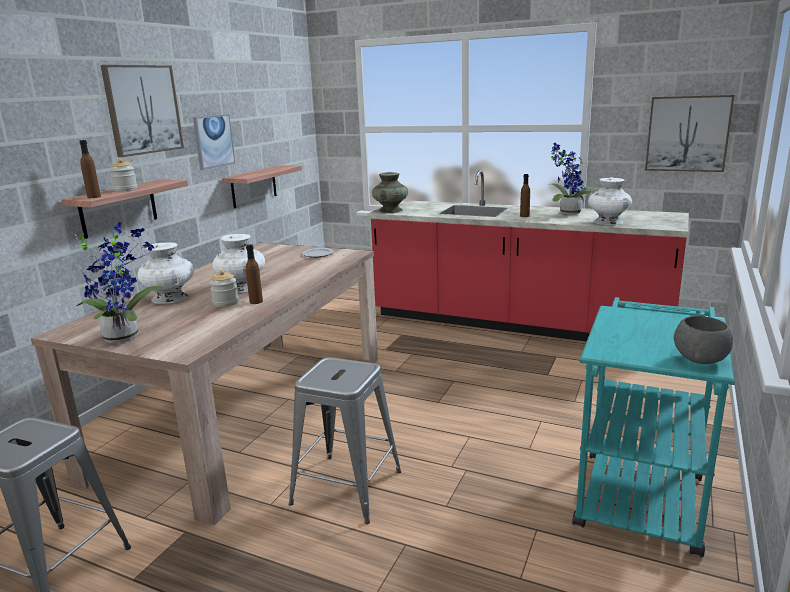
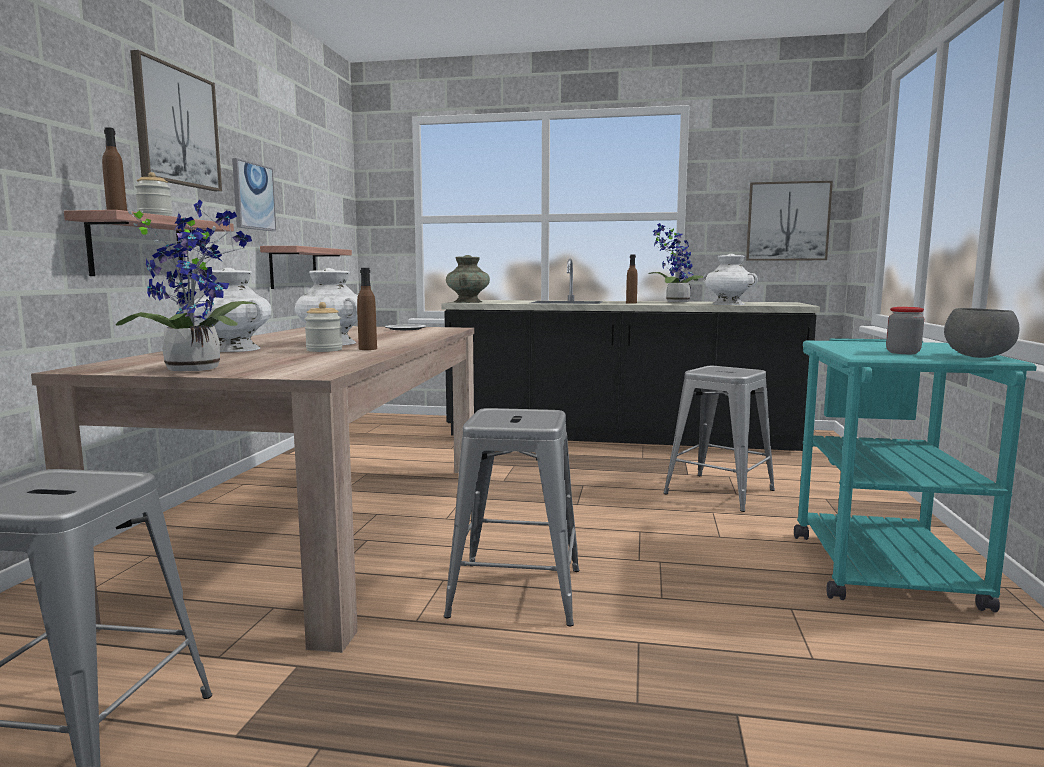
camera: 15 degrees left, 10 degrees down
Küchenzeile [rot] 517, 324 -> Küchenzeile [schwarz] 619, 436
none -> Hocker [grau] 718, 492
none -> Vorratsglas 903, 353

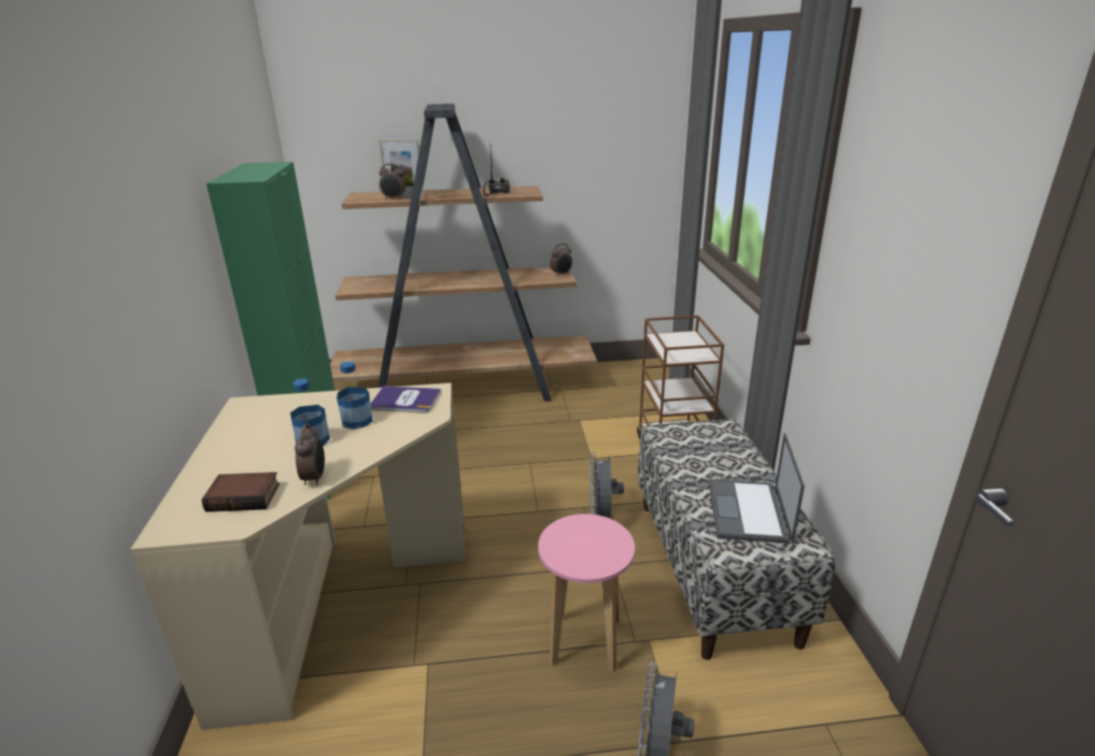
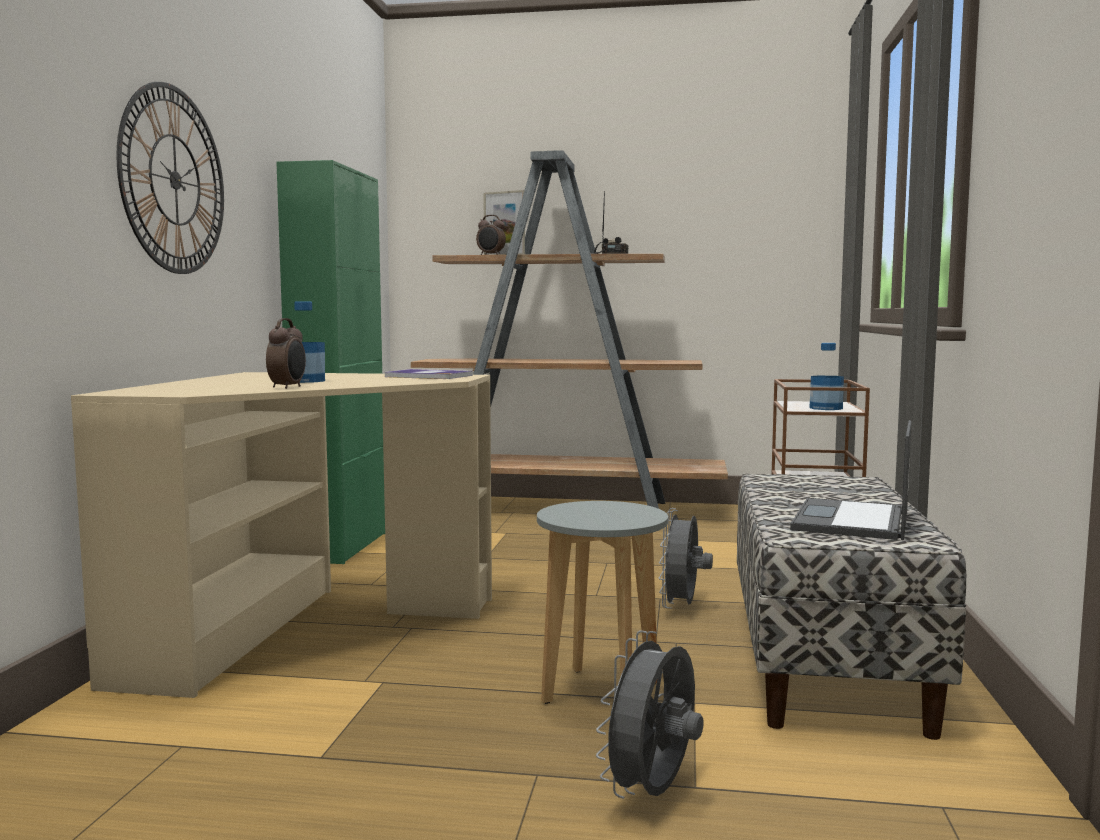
camera: 15 degrees right, 20 degrees down
none -> Wanduhr 174, 180
Hocker [rosa] 585, 642 -> Hocker [grau] 601, 693
Flasche 357, 421 -> Flasche 826, 408, moved
Buch 245, 496 -> none
Wecker 561, 274 -> none

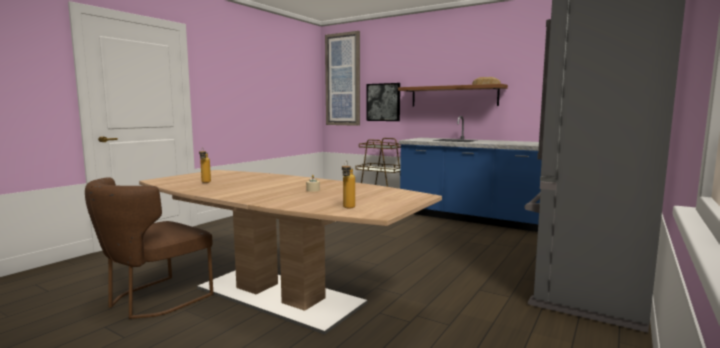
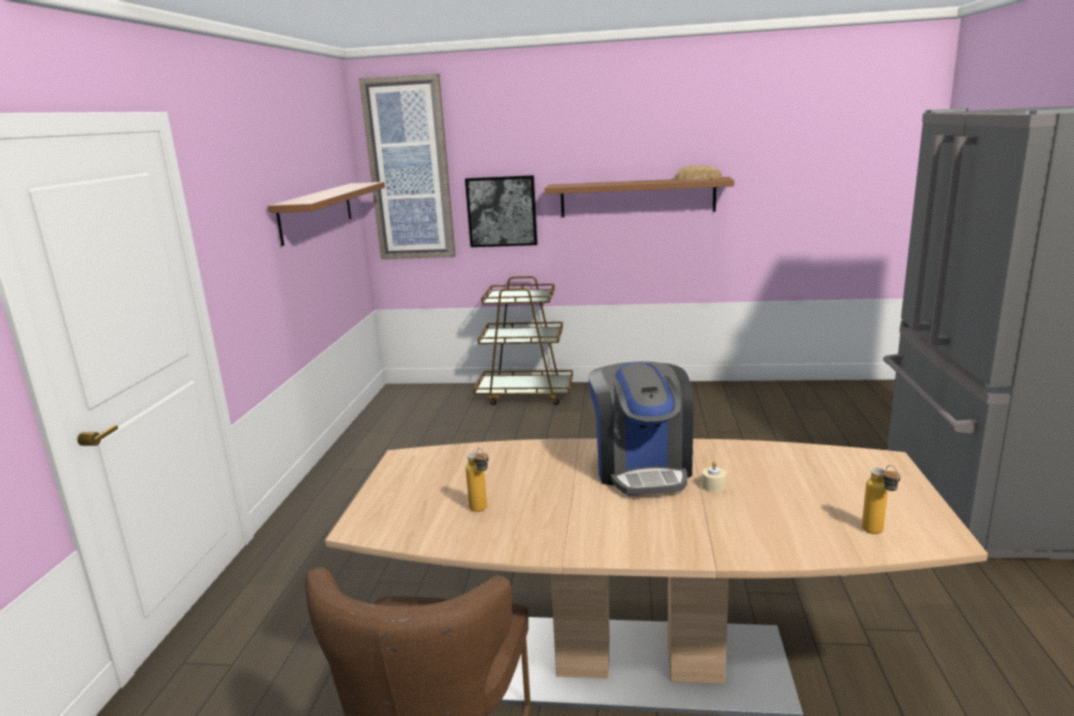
camera: 25 degrees left, 10 degrees up
none -> Wandregal [braun] 316, 212
none -> Kaffeemaschine 642, 468
Küchenzeile [blau] 473, 218 -> none

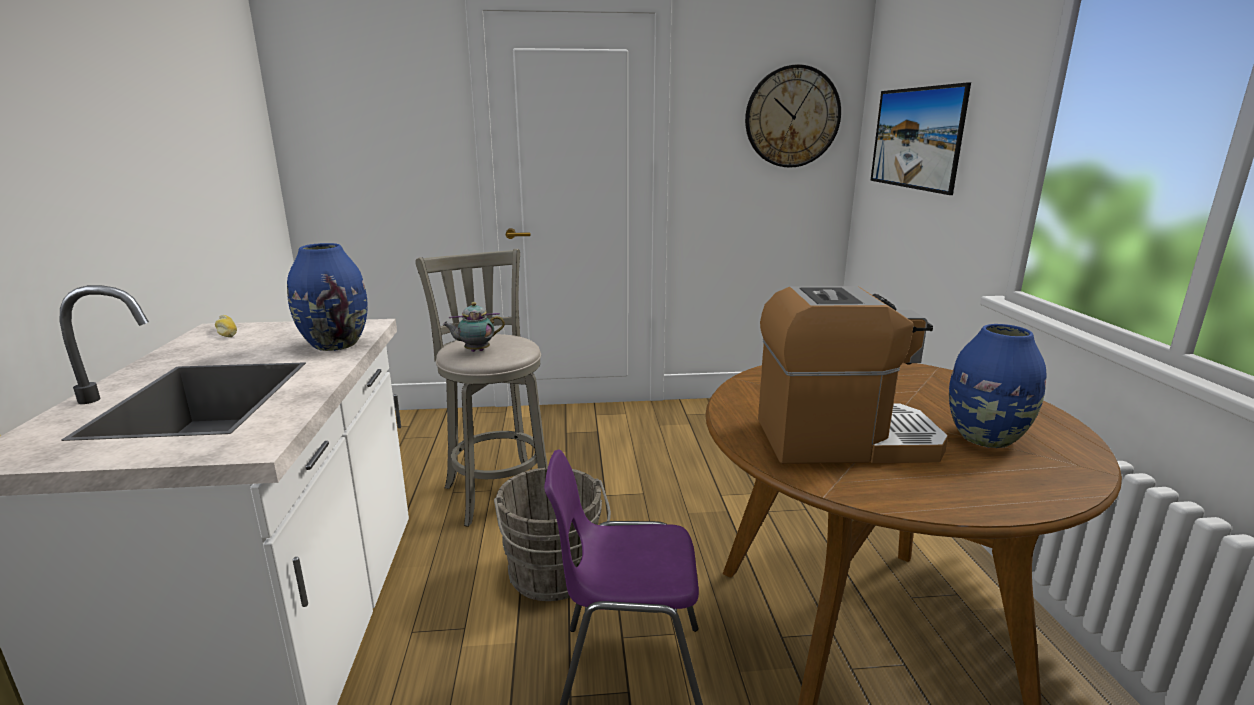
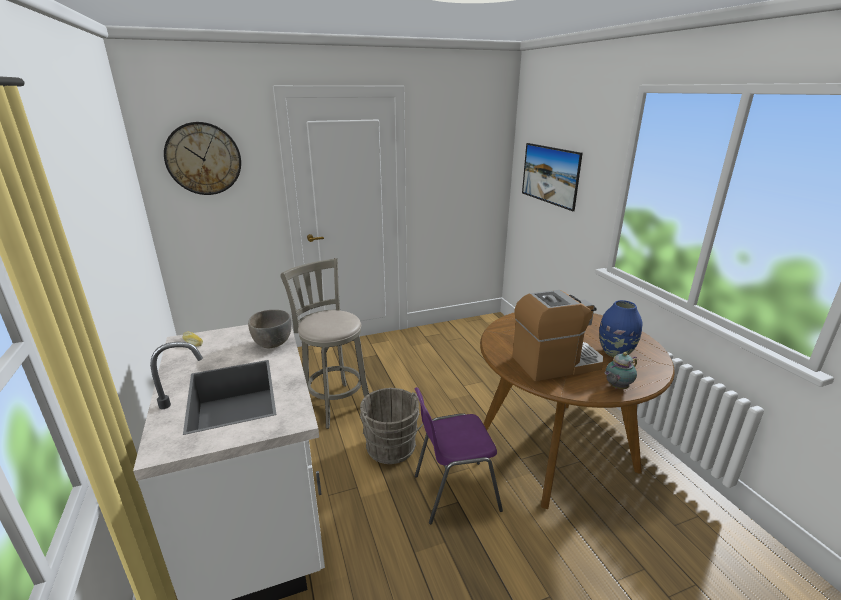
camera: 15 degrees left, 5 degrees up
Wanduhr 792, 117 -> Wanduhr 203, 159, moved
Vase [blau] 335, 344 -> Schüssel [grau] 273, 343
Teekanne 475, 351 -> Teekanne 616, 387, moved

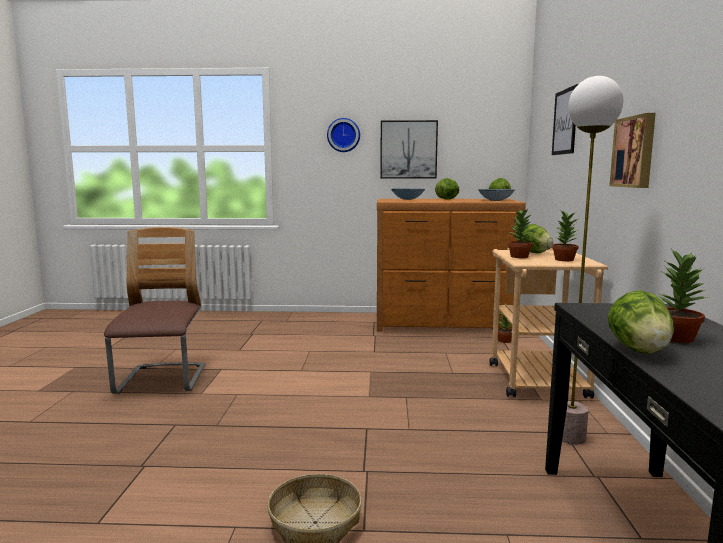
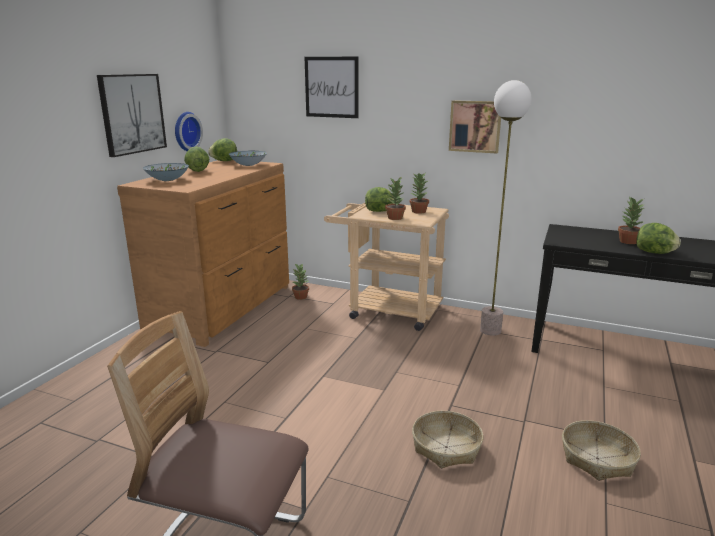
camera: 70 degrees left, 10 degrees up
Wanduhr 343, 135 -> Wanduhr 185, 131, moved
none -> Korb 446, 447

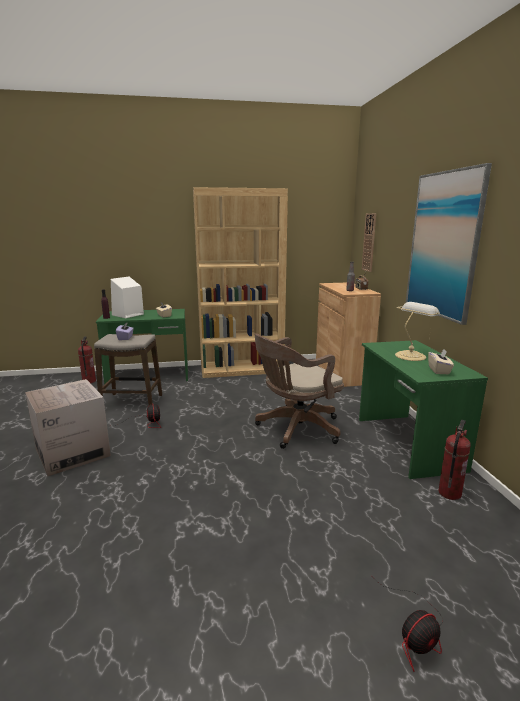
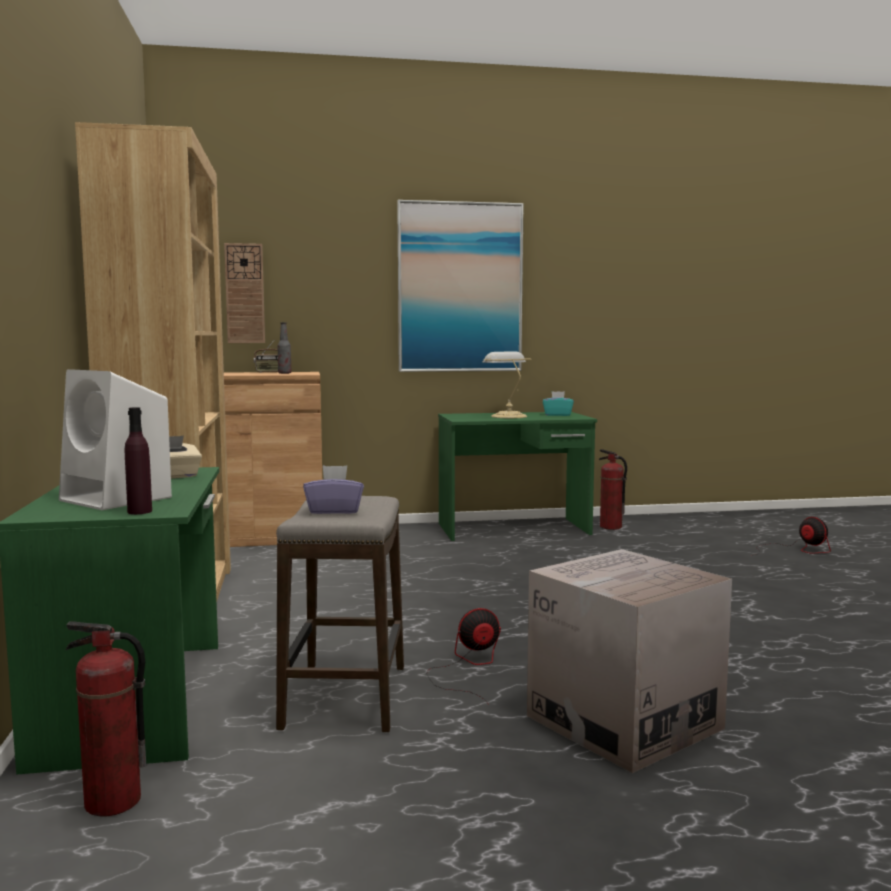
camera: 90 degrees left, 10 degrees down
Taschentuchbox [beige] 439, 370 -> Taschentuchbox [türkis] 557, 415
Bürostuhl [braun] 295, 429 -> none

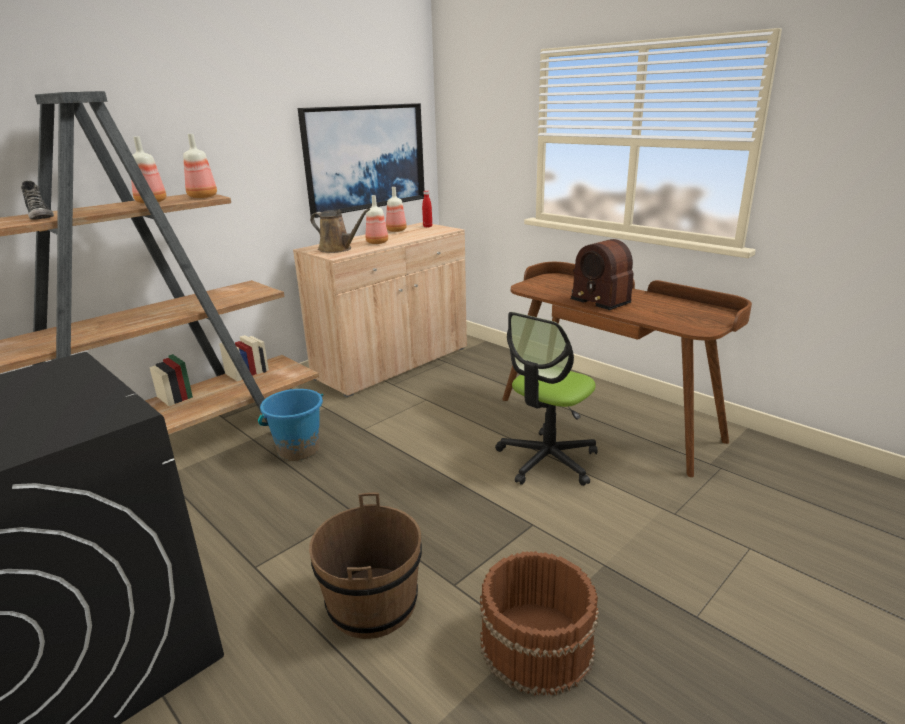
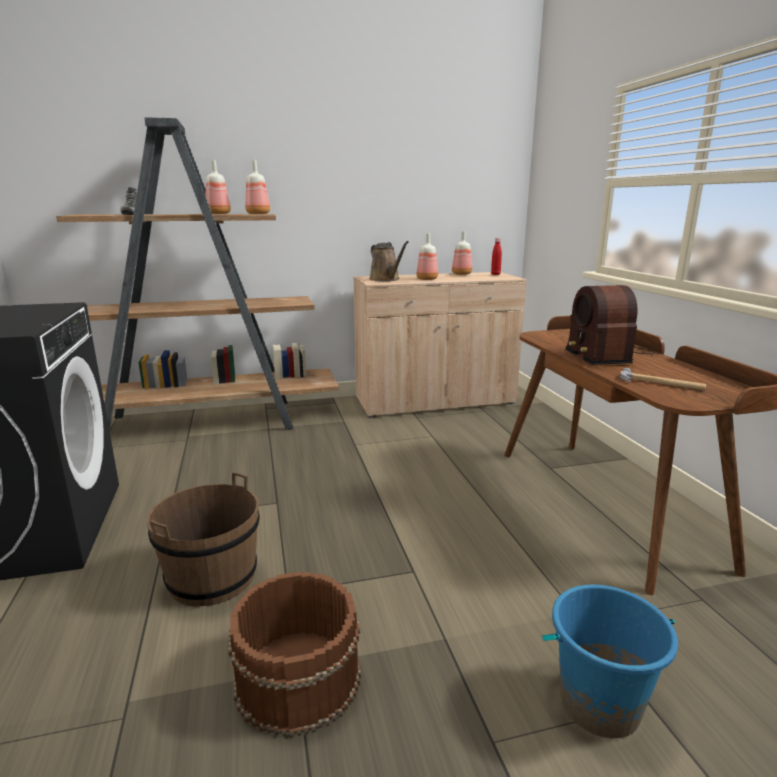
camera: 30 degrees right, 5 degrees down
Eimer [blau] 298, 450 -> Eimer [blau] 599, 704, moved
none -> Hammer 660, 384
Bild 365, 157 -> none
Bürostuhl 547, 460 -> none

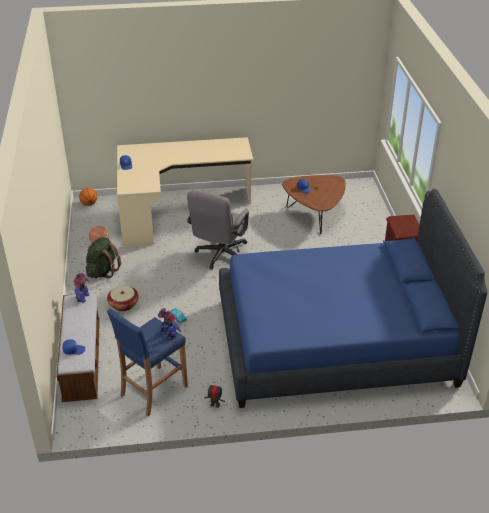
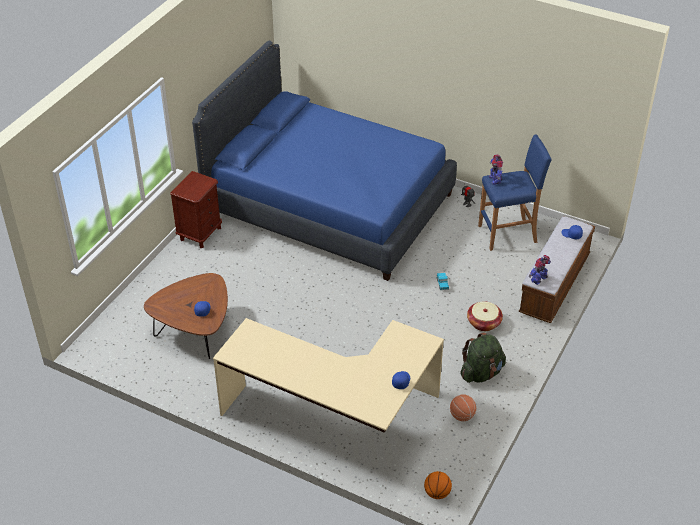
camera: 145 degrees left, 5 degrees up
Bürostuhl [grau] 219, 256 -> none

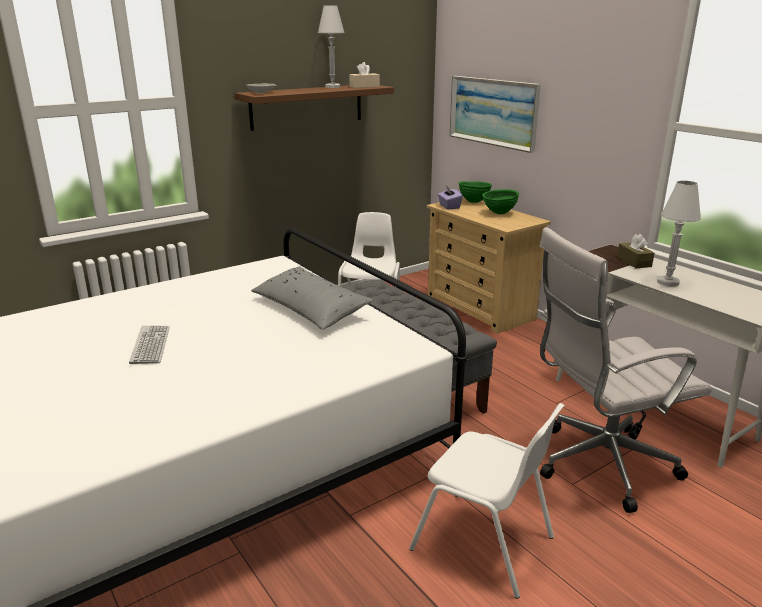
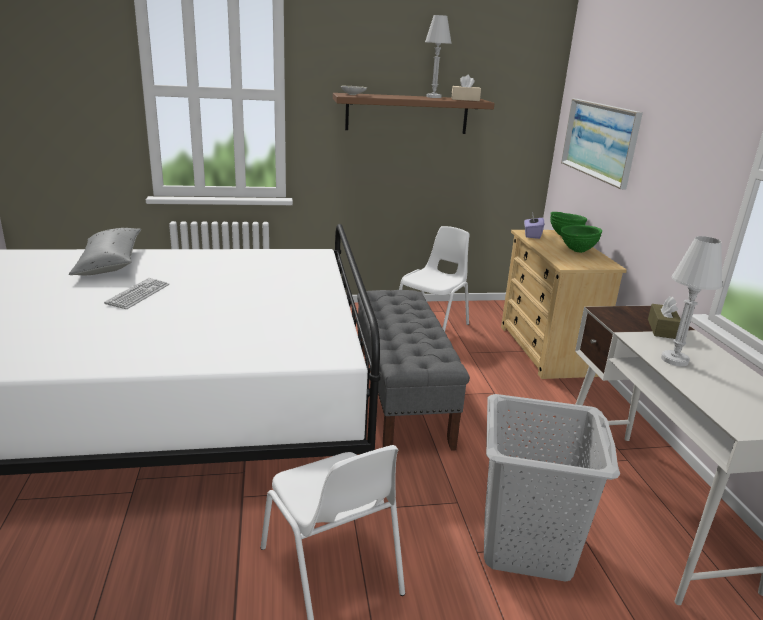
camera: 25 degrees right, 0 degrees up
Kissen [grau] 310, 309 -> Kissen [grau] 109, 262, moved
Bürostuhl [weiß] 598, 465 -> Wäschekorb [grau] 525, 544

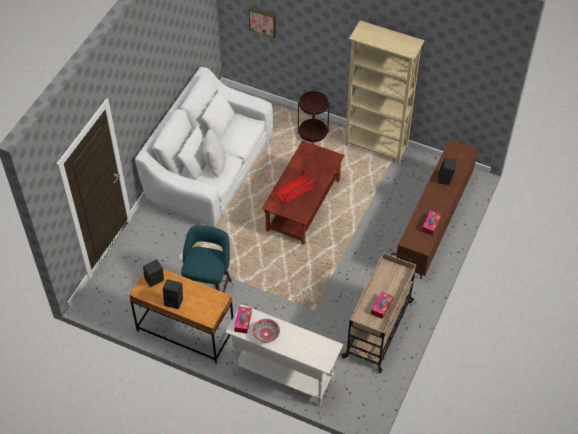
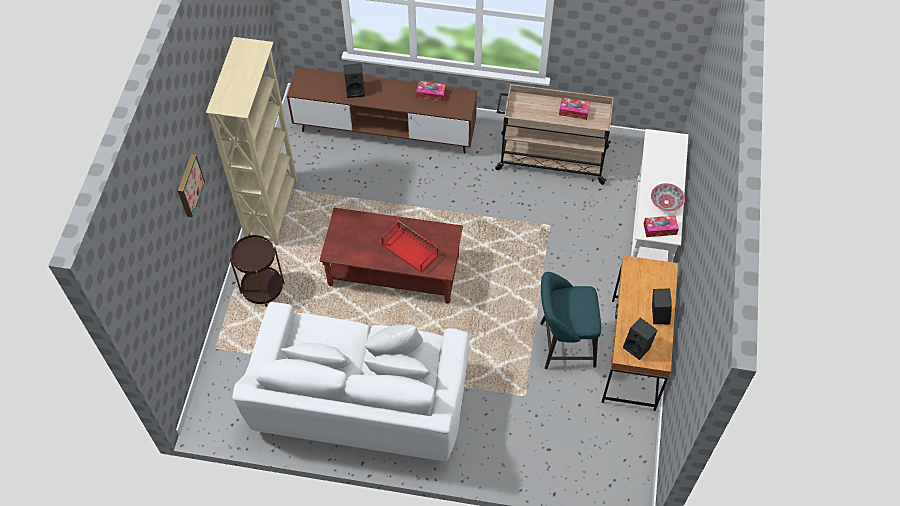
camera: 105 degrees left, 5 degrees up
Bild 263, 21 -> Bild 188, 185, moved

